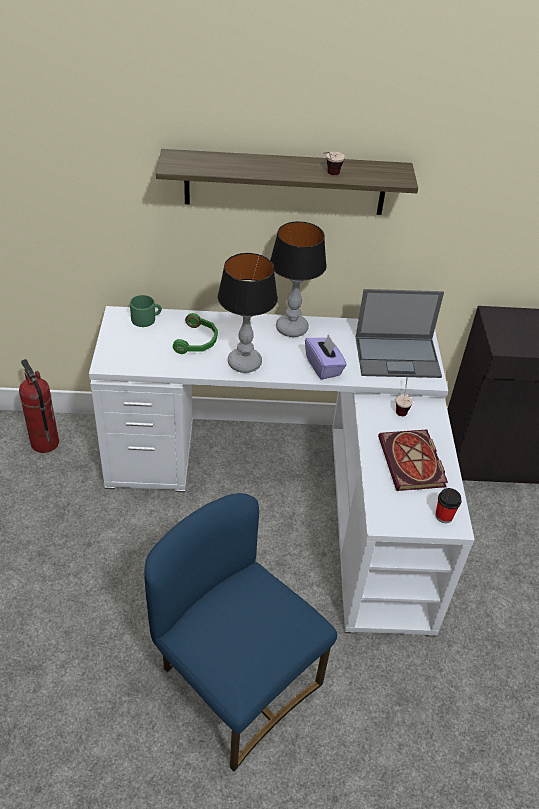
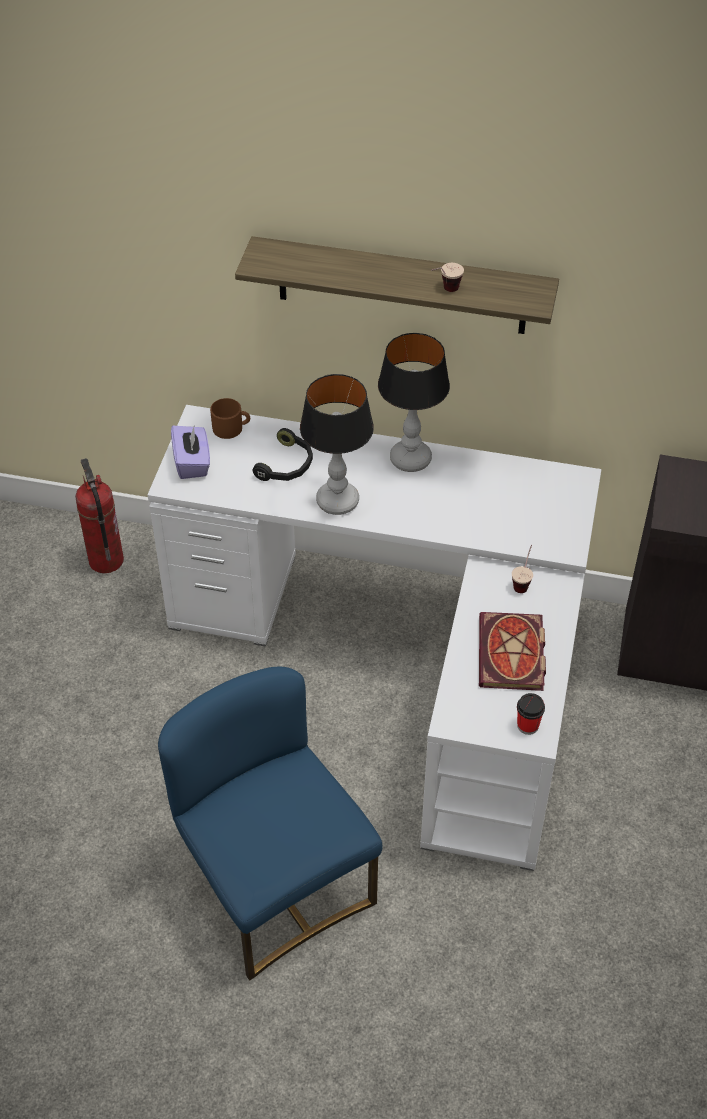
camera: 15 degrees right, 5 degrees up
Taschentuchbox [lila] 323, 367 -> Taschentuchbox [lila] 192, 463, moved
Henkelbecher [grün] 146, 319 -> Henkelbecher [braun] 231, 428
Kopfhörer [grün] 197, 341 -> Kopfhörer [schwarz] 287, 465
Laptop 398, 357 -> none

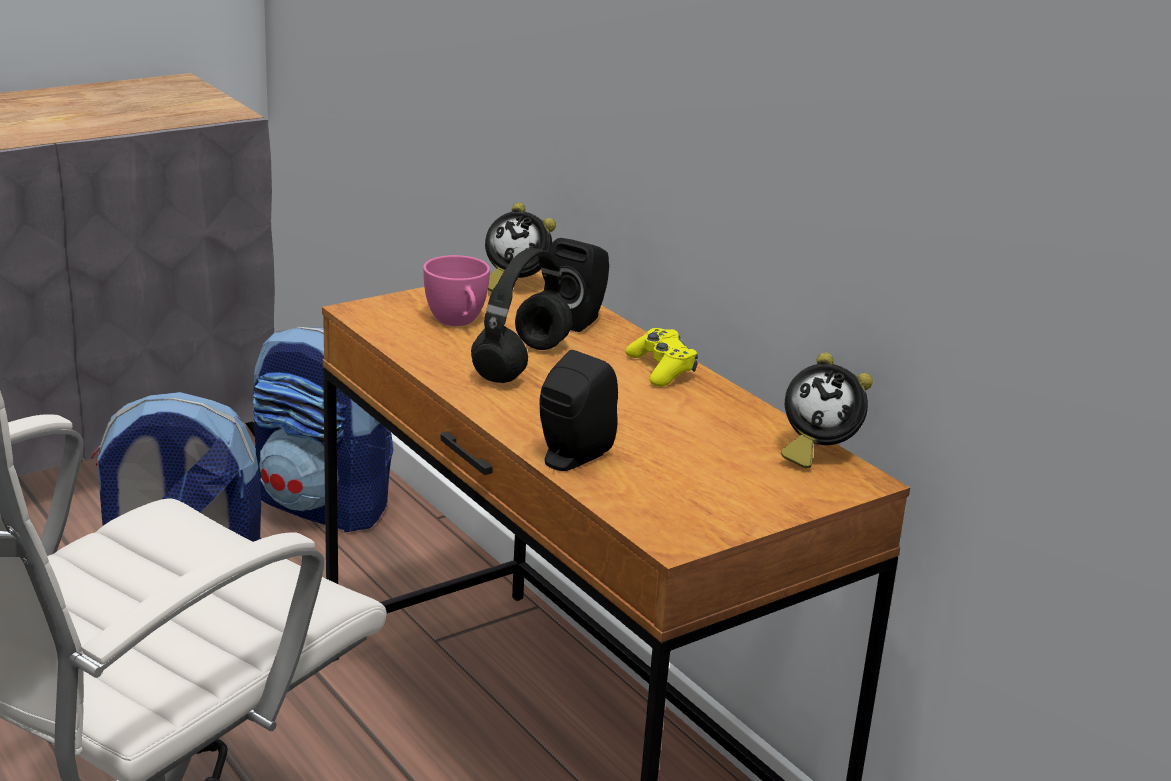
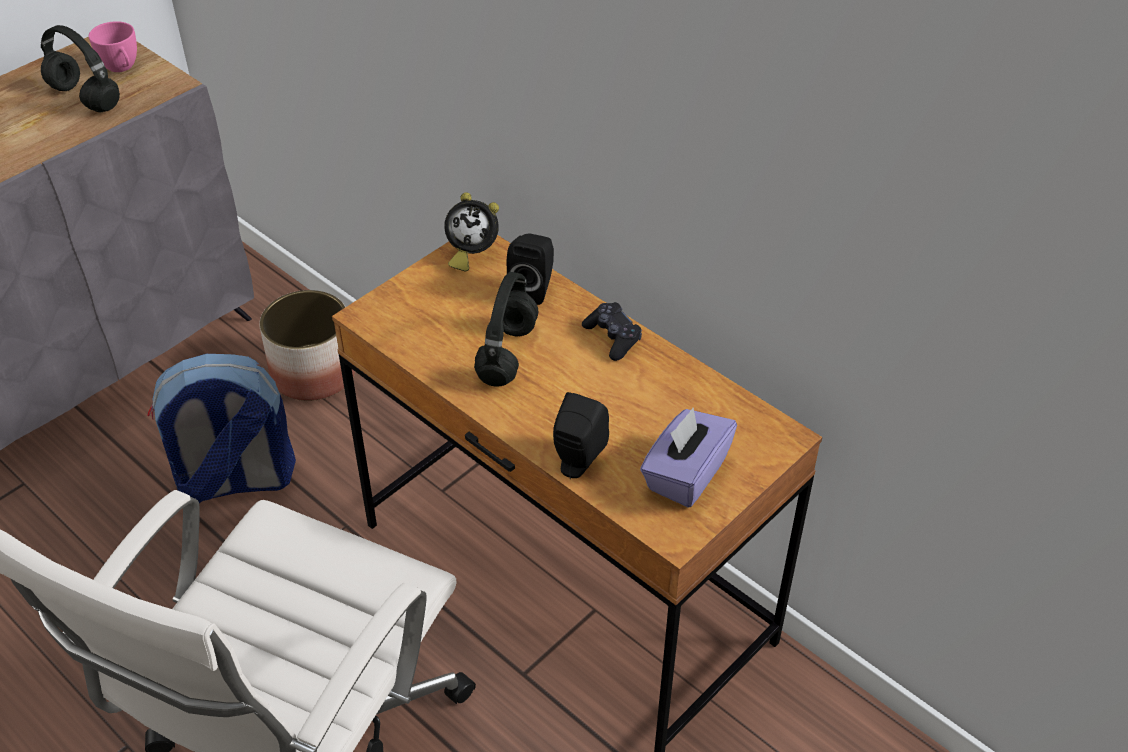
camera: 10 degrees left, 20 degrees up
none -> Kopfhörer [schwarz] 83, 98
Tasse [rosa] 458, 322 -> Tasse [rosa] 122, 68, moved
Rucksack 323, 506 -> Pflanzkübel 314, 373
Gamepad [gelb] 661, 369 -> Gamepad [schwarz] 613, 337
none -> Taschentuchbox [lila] 685, 474
Wecker 816, 452 -> none

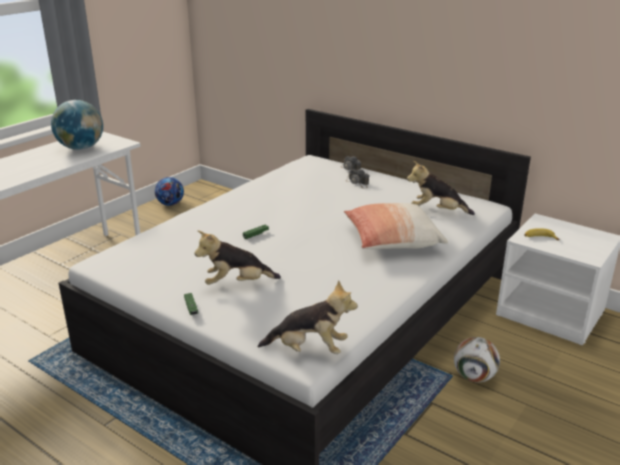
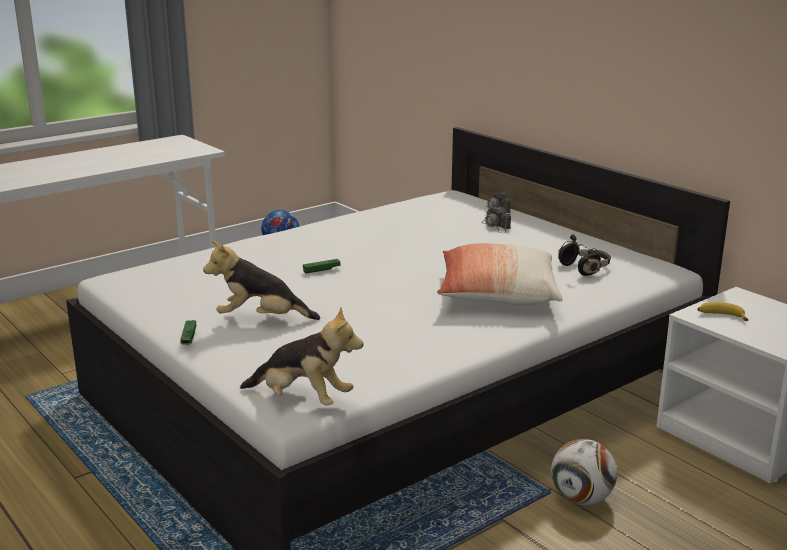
camera: 15 degrees right, 5 degrees down
Plüschtier 437, 211 -> Kopfhörer [schwarz] 585, 268
Globus 81, 148 -> none

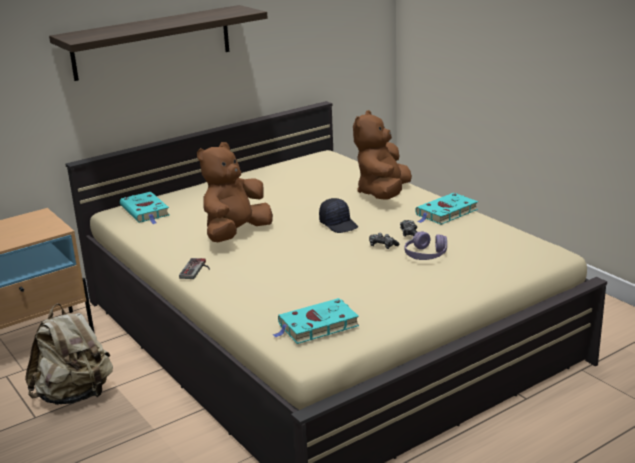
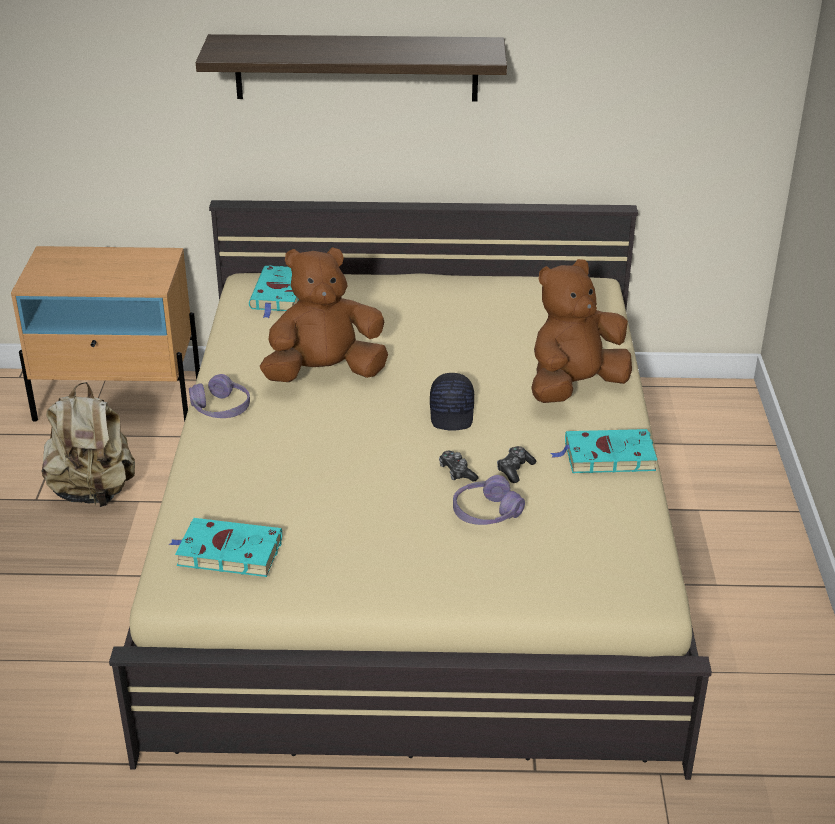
camera: 35 degrees right, 10 degrees up
Gamepad 197, 270 -> Kopfhörer [lila] 221, 408

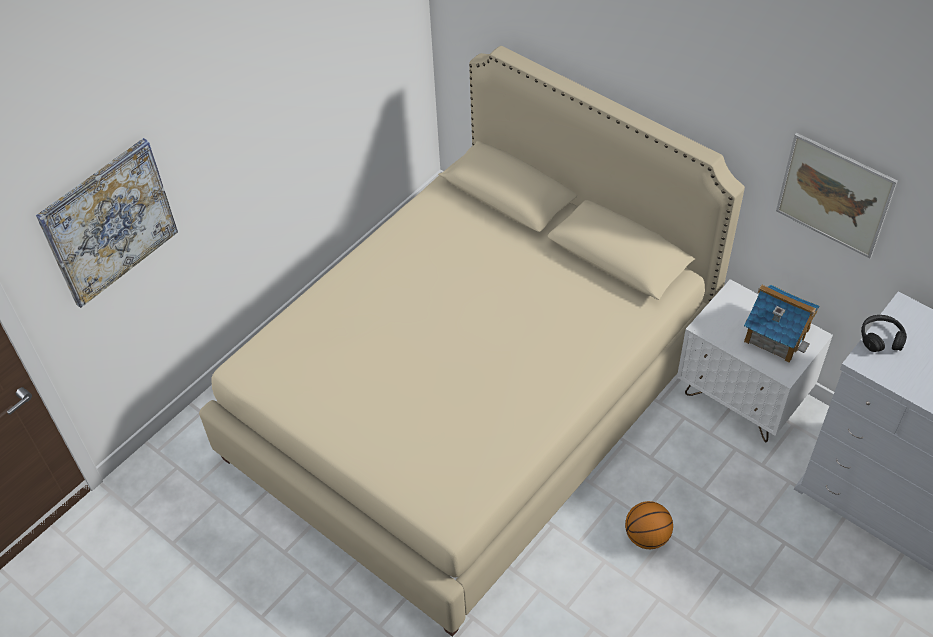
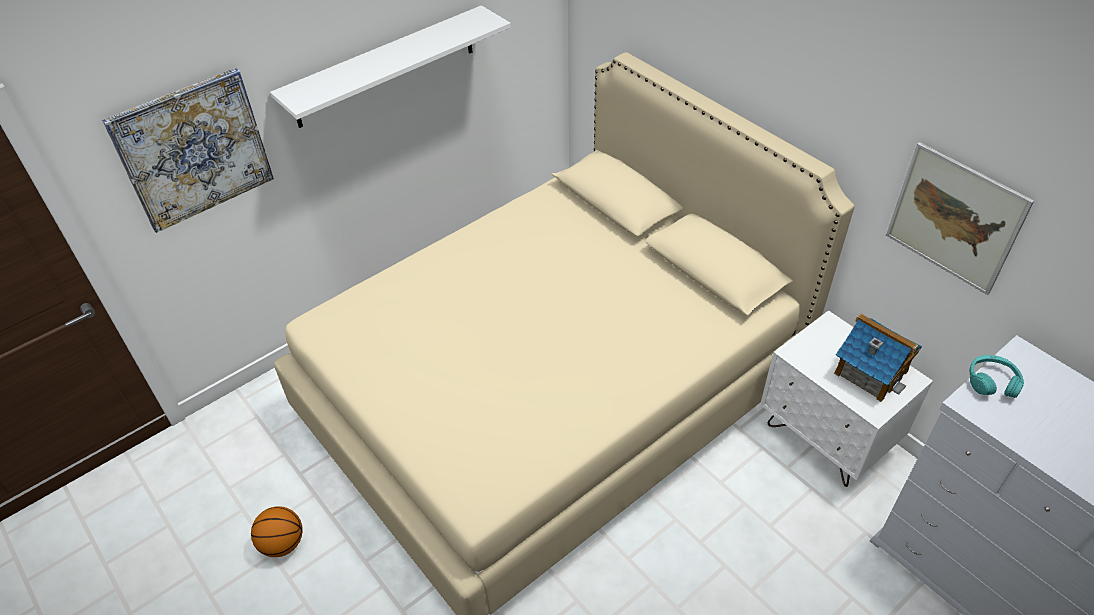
camera: 10 degrees right, 5 degrees down
Basketball 647, 536 -> Basketball 283, 544, moved
none -> Wandregal [weiß] 385, 67
Kopfhörer [schwarz] 881, 338 -> Kopfhörer [türkis] 992, 382

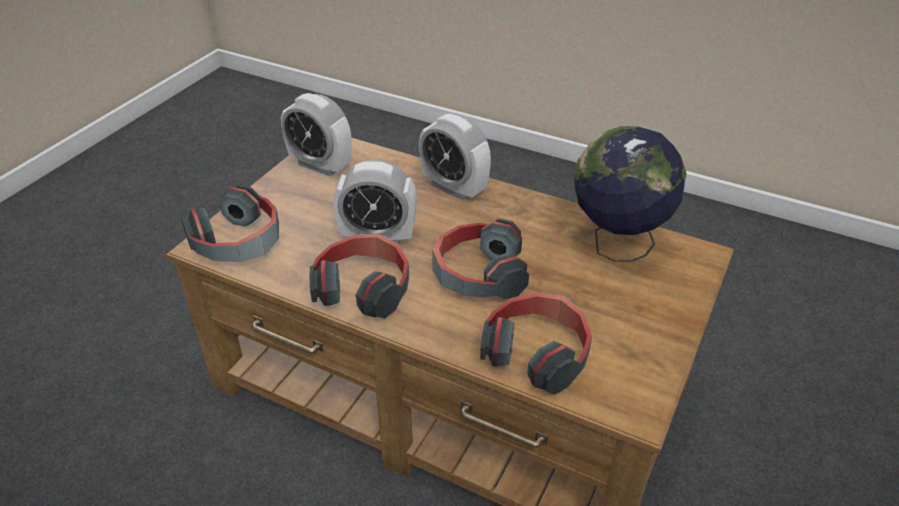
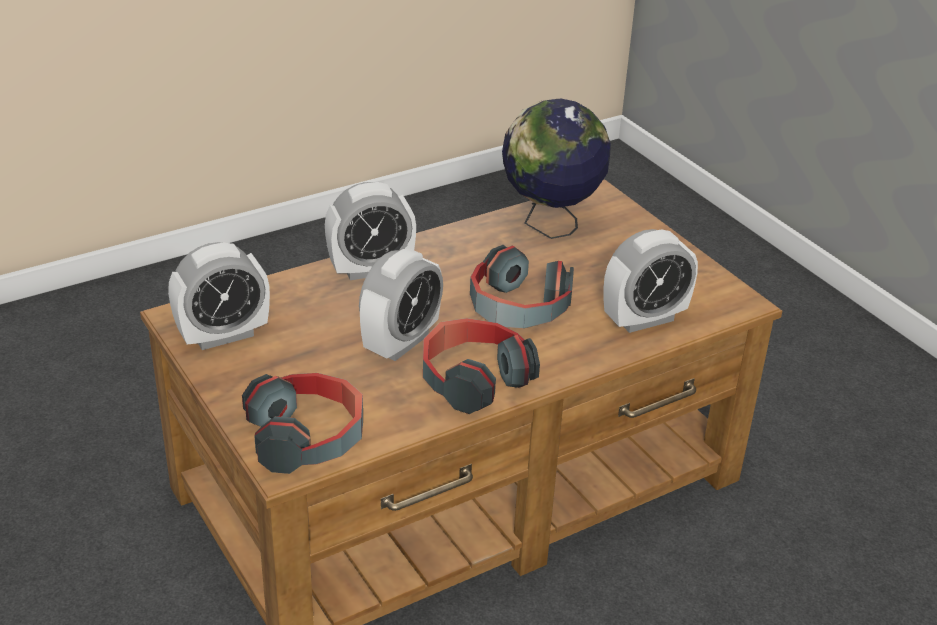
camera: 60 degrees left, 5 degrees down
Kopfhörer 537, 353 -> Wecker 644, 319

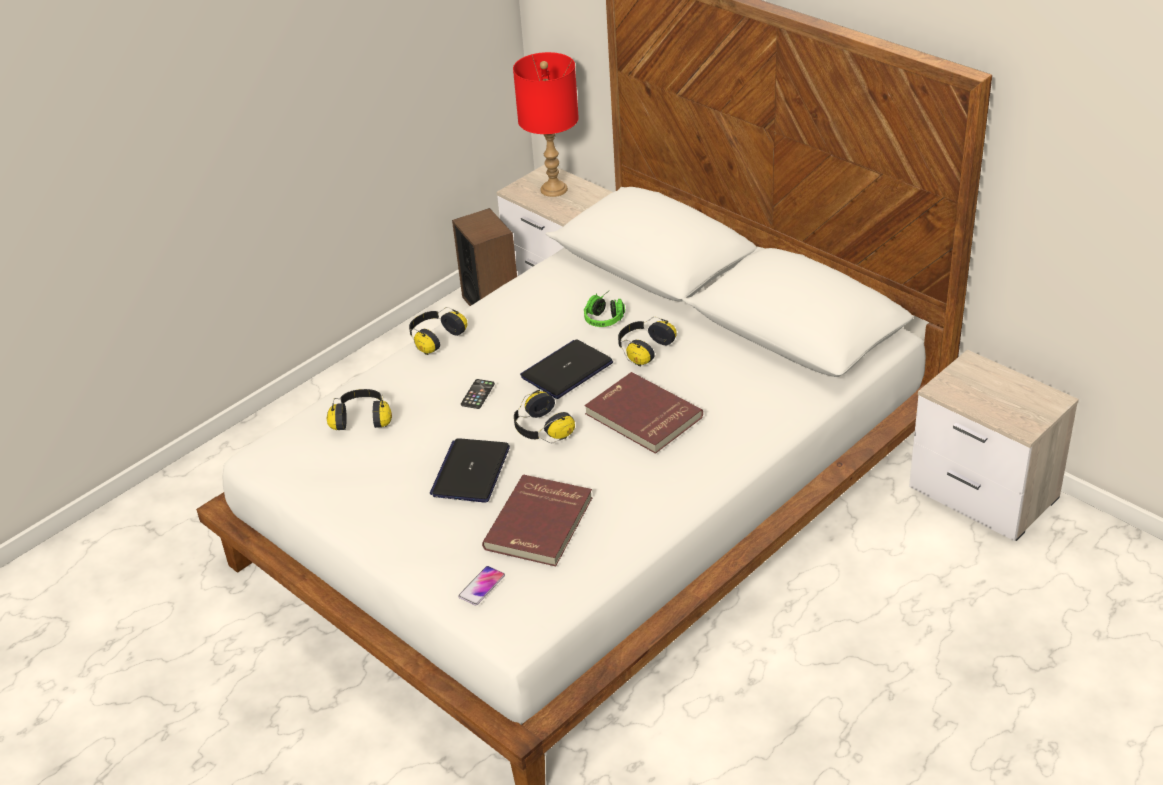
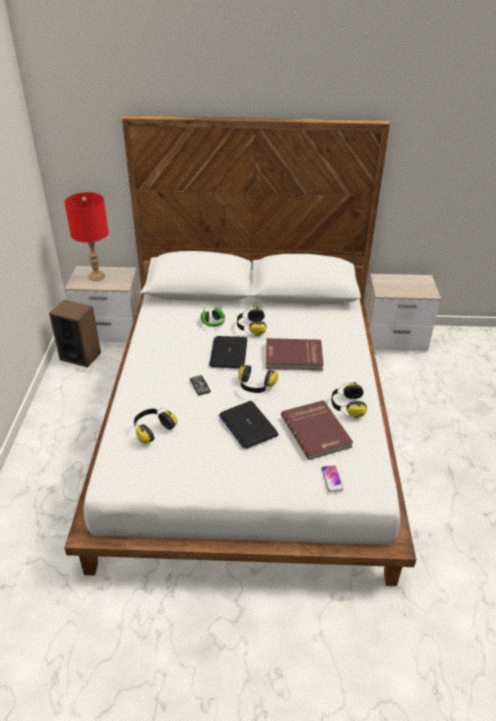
camera: 45 degrees left, 0 degrees up
Kopfhörer 435, 338 -> Kopfhörer 347, 406, moved

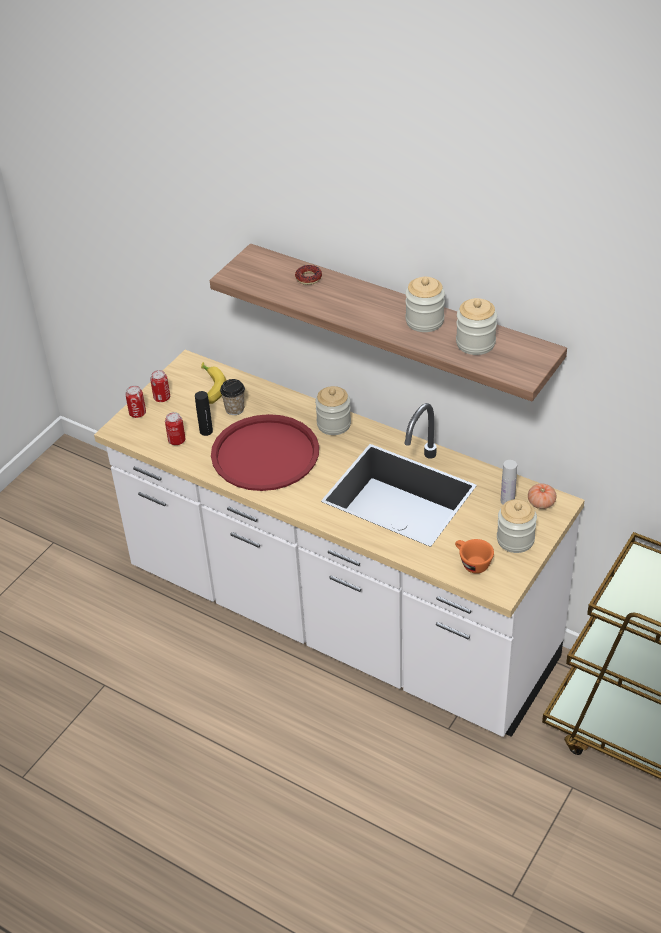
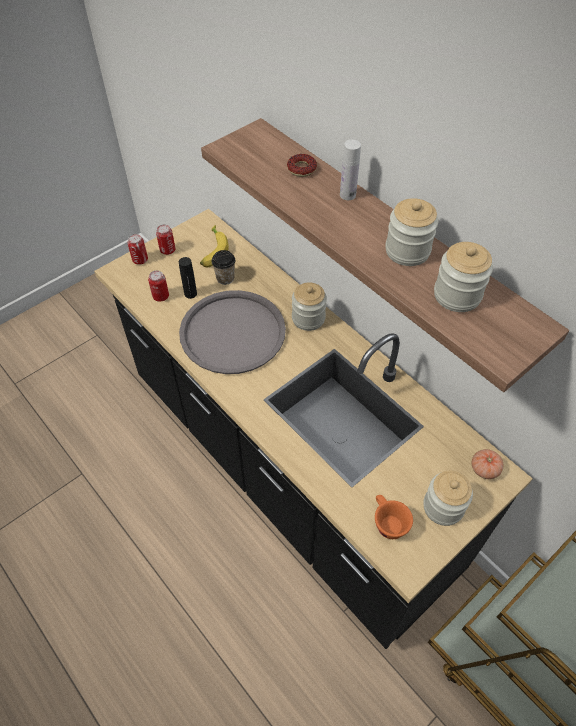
camera: 15 degrees right, 10 degrees up
Küchenzeile [weiß] 339, 619 -> Küchenzeile [schwarz] 288, 471
Tablett [rot] 265, 454 -> Tablett [grau] 233, 333
Flasche [weiß] 507, 501 -> Flasche [weiß] 347, 195, moved

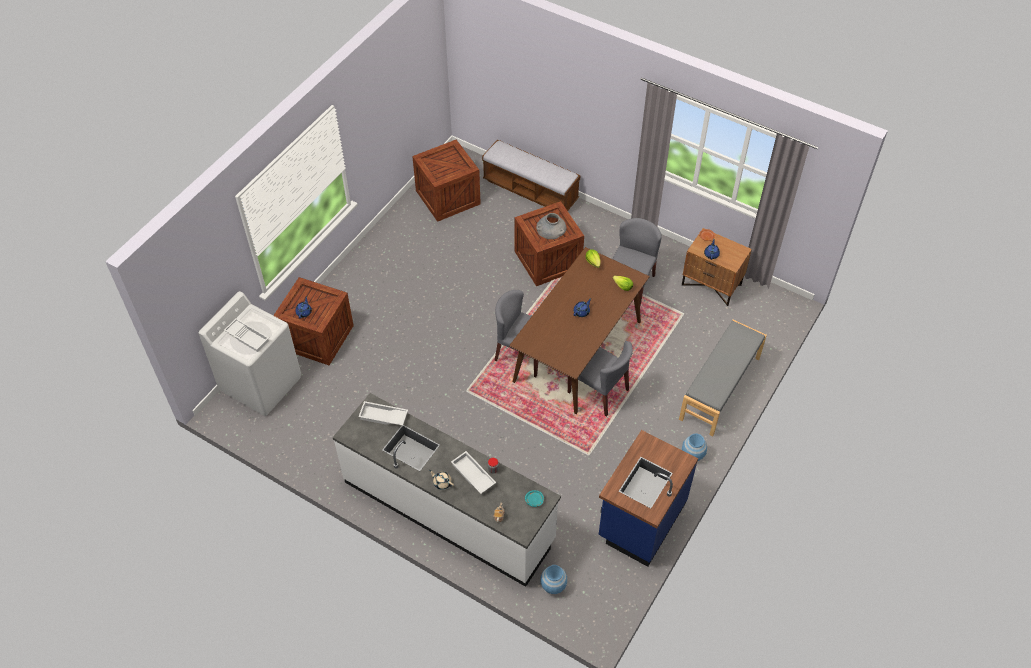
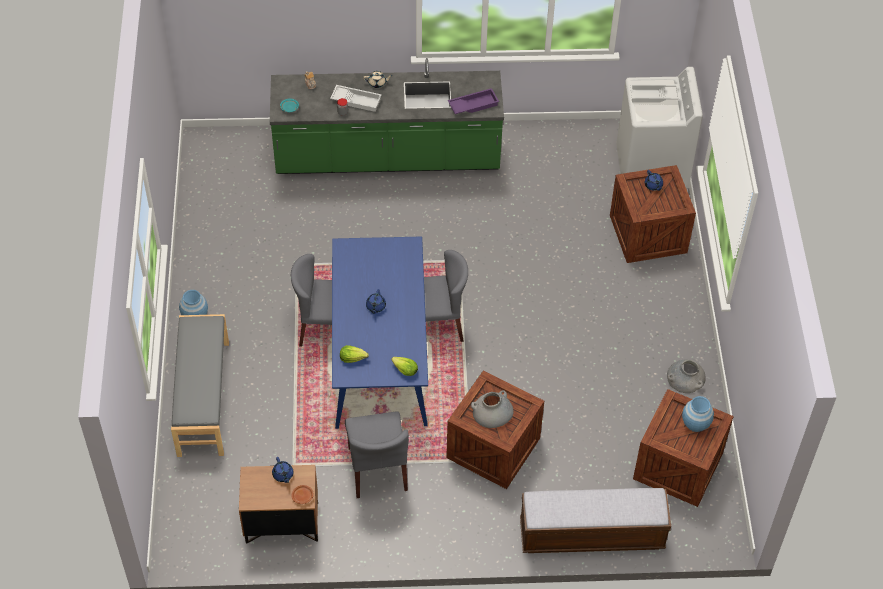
camera: 145 degrees right, 0 degrees up
Küchenzeile [weiß] 449, 510 -> Küchenzeile [grün] 387, 158
Esstisch [braun] 577, 351 -> Esstisch [blau] 380, 359
Tablett [weiß] 383, 417 -> Tablett [lila] 473, 104
none -> Vase [grau] 686, 378
Vase [blau] 553, 585 -> Vase [blau] 695, 423, moved
Küchenzeile [blau] 640, 520 -> none

